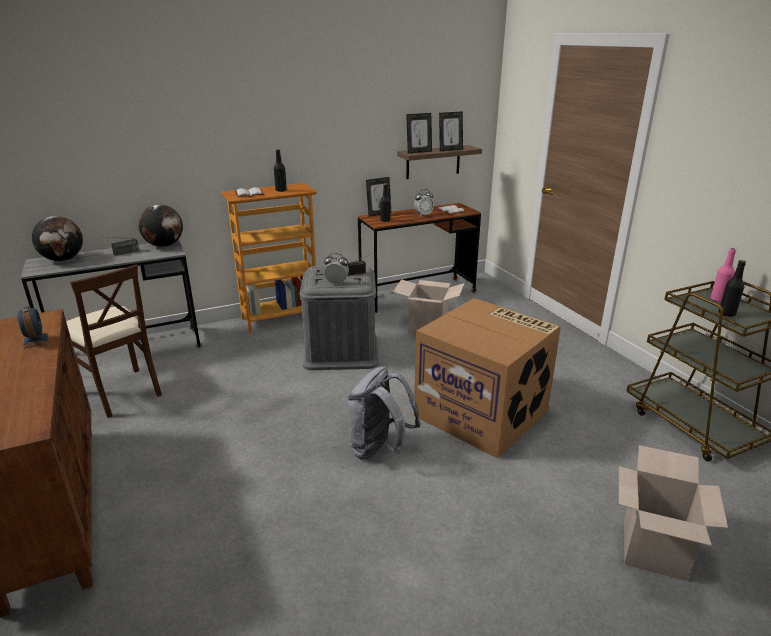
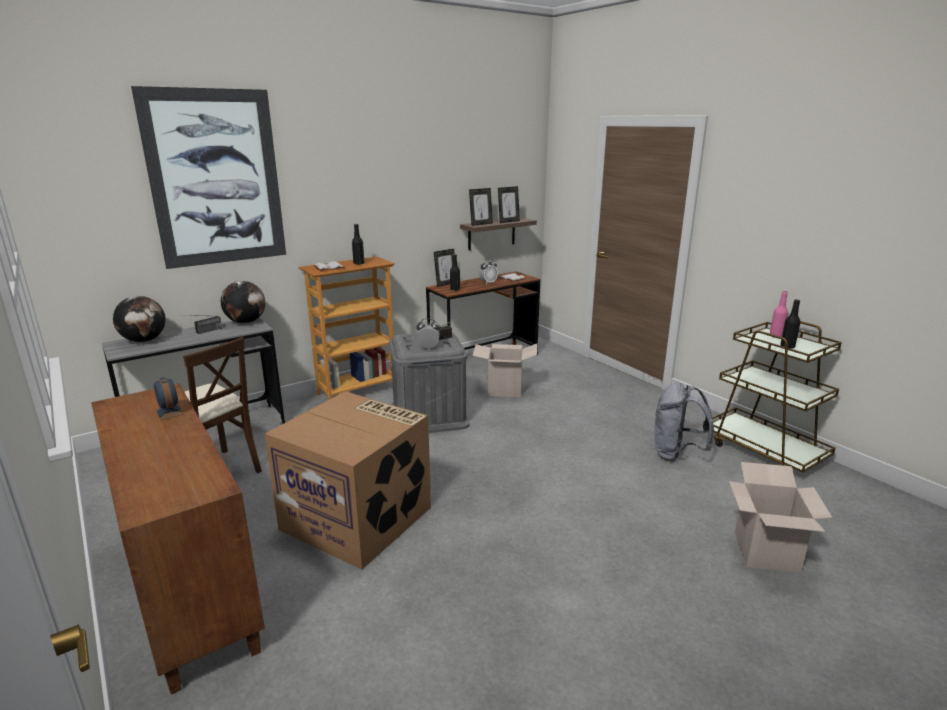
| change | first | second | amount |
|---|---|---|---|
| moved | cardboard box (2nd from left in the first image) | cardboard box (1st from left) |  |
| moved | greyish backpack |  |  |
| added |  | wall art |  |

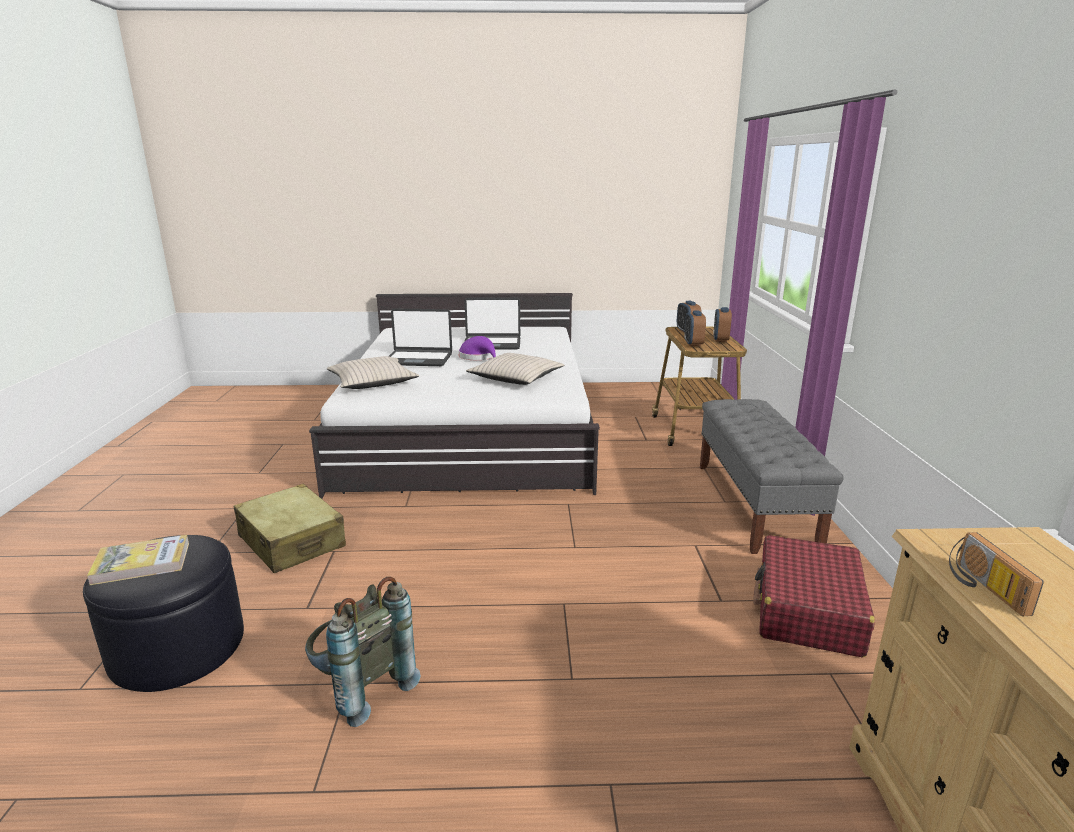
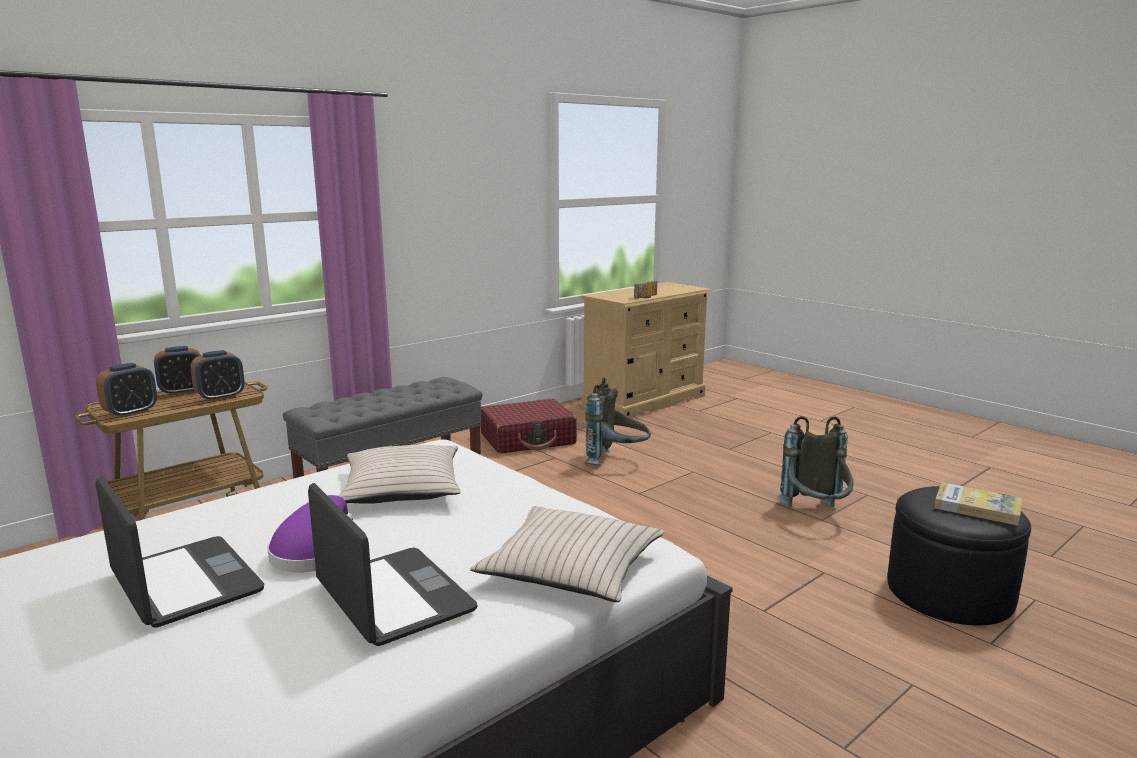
| change | first | second | amount |
|---|---|---|---|
| removed | beige travel case |  |  |
| added |  | greyish backpack (1st from left) |  |

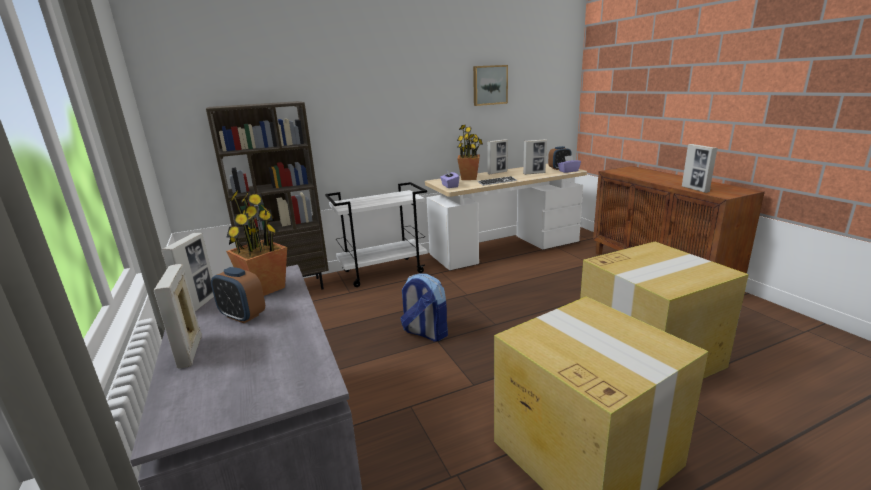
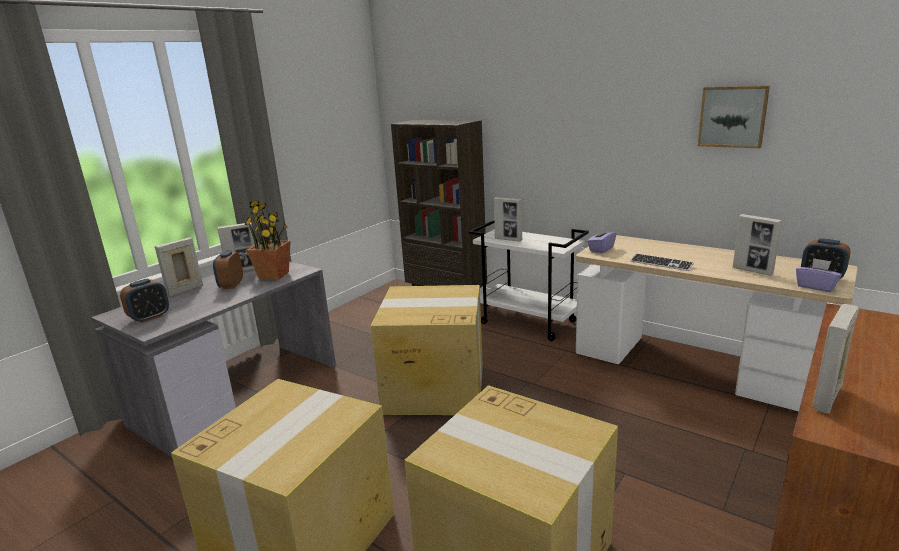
| change | first | second | amount |
|---|---|---|---|
| removed | plant in a pot (2nd from left) |  |  |
| moved | picture frame (3rd from left) |  |  |
| replaced | backpack | cardboard box (2nd from left) |  |
| added |  | table clock (1st from left) |  |

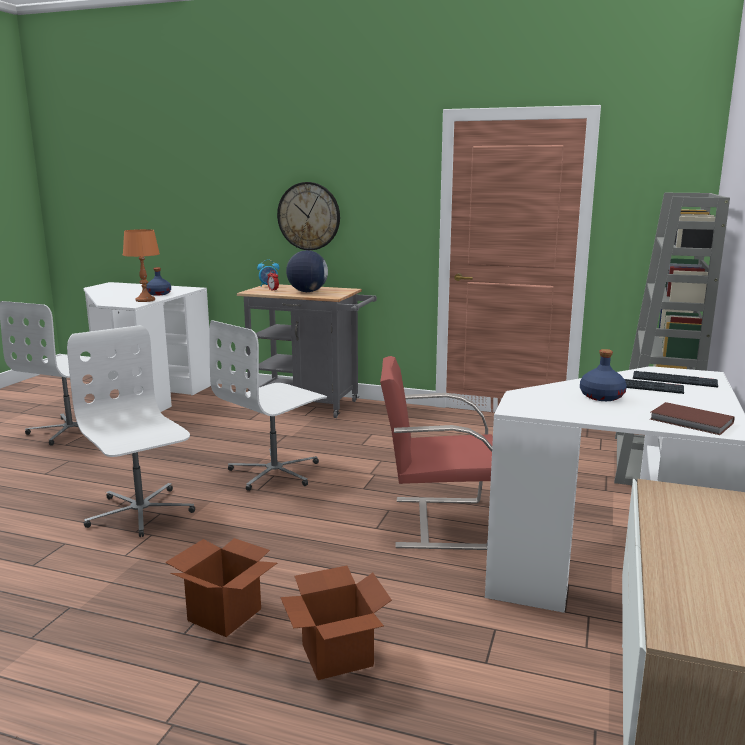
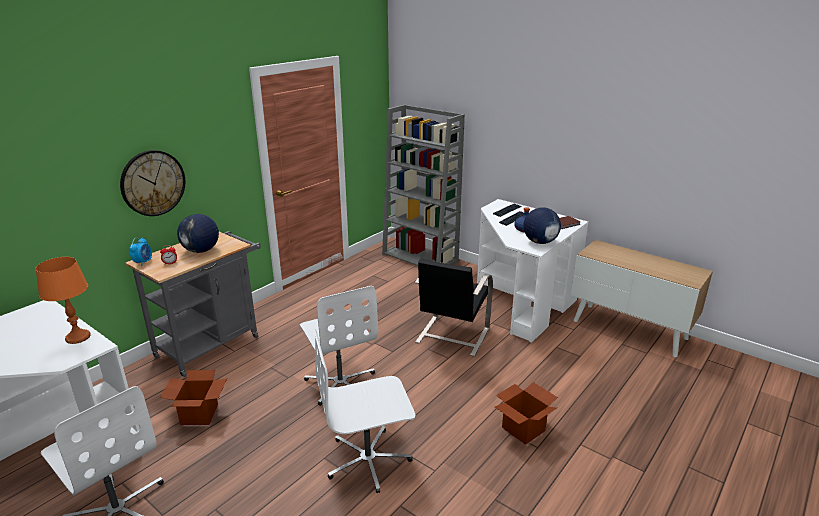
| change | first | second | amount |
|---|---|---|---|
| removed | blue beverage bottle (1st from left) |  |  |
| recoloured | reddish plain chair | black-coloured plain chair |  |
| moved | cardboard box (2nd from left in the first image) | cardboard box (1st from left) |  |
| added |  | world globe (2nd from left) |  |

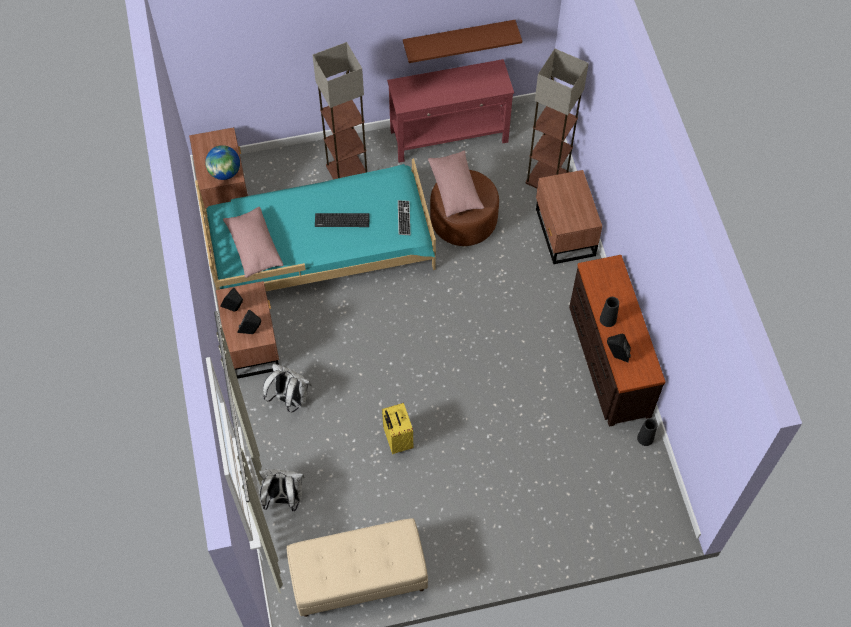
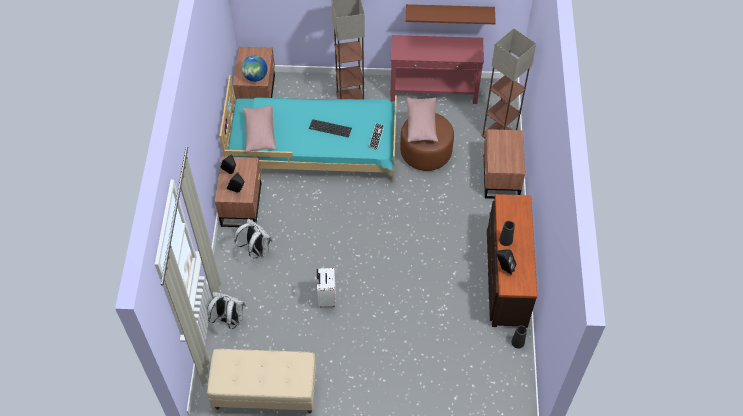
| change | first | second | amount |
|---|---|---|---|
| recoloured | yellow travel case | whitish travel case |  |

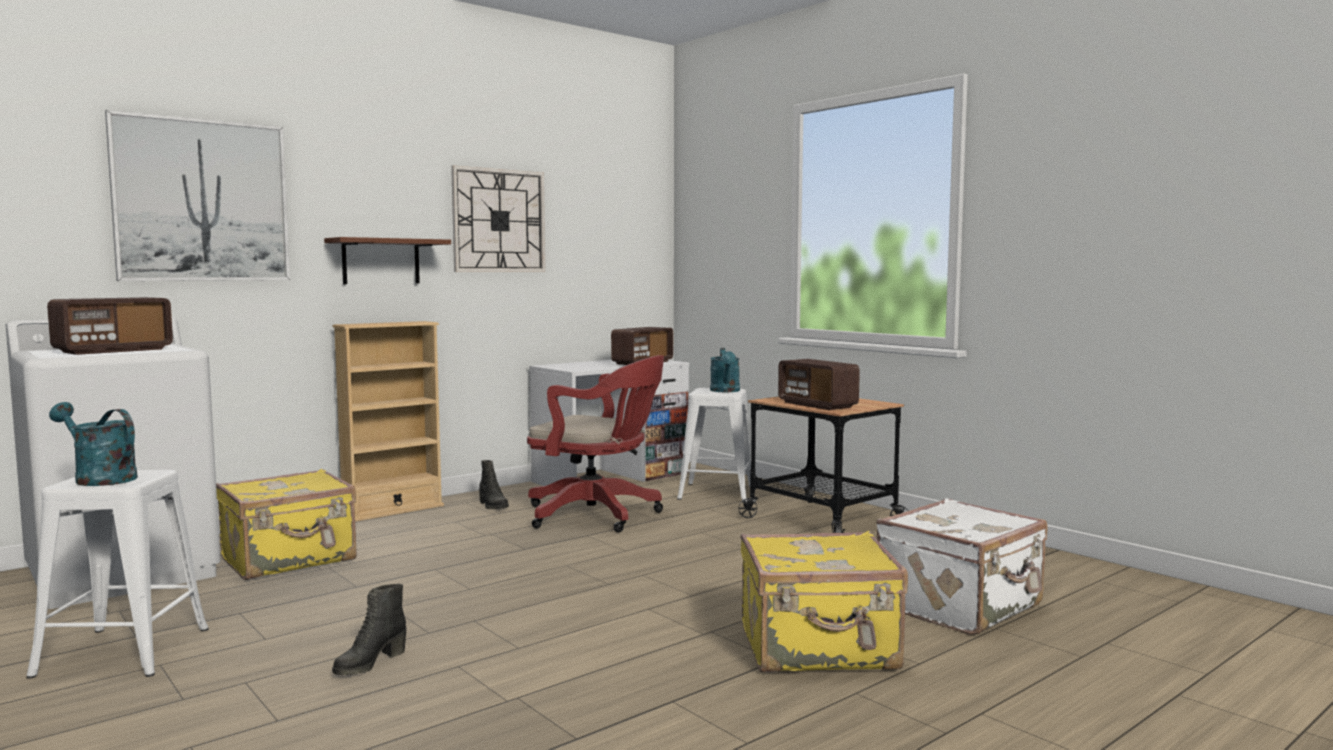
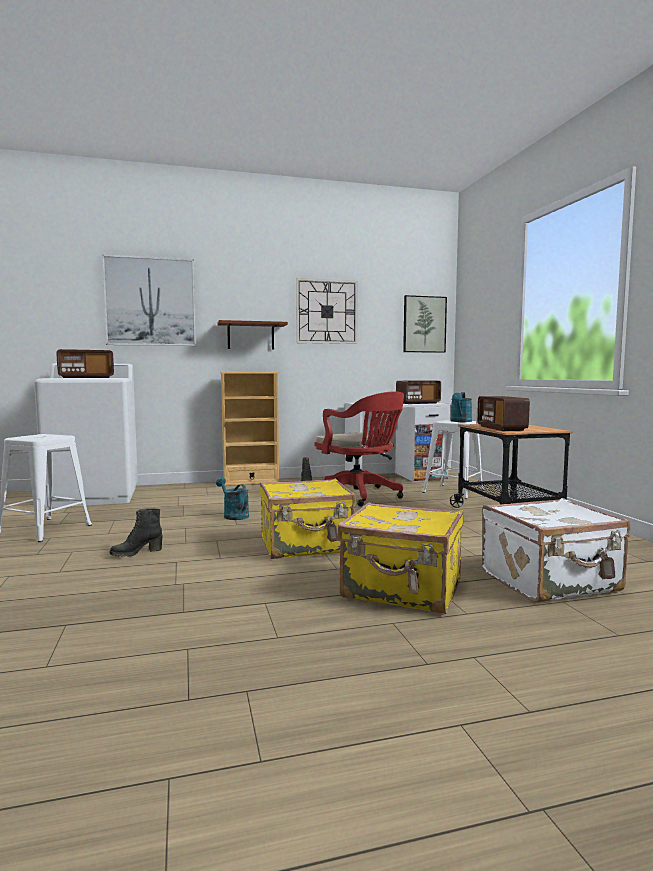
| change | first | second | amount |
|---|---|---|---|
| moved | turquoise-coloured watering pot (1st from left) |  |  |
| moved | yellow travel case (1st from left) |  |  |
| added |  | wall art (2nd from left) |  |

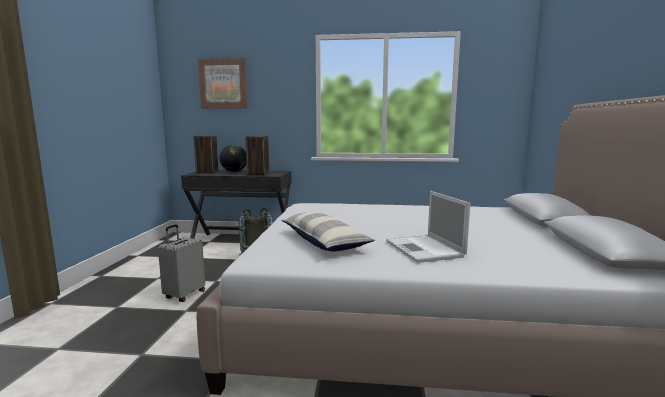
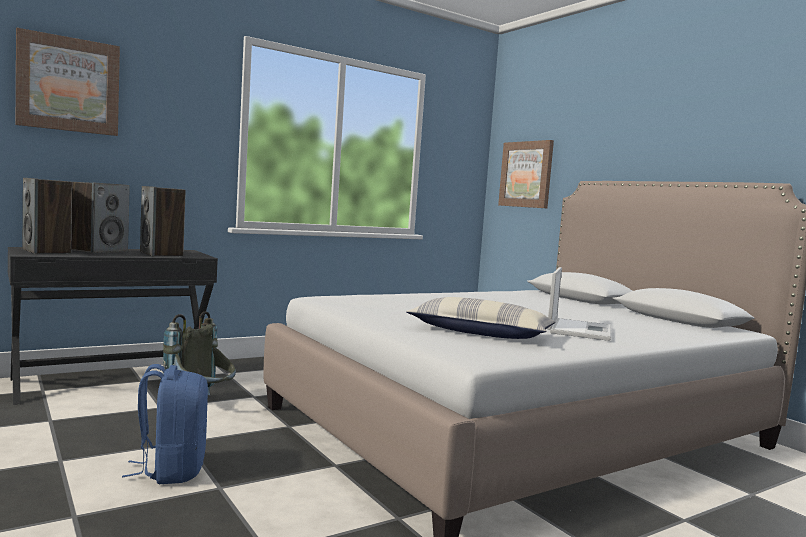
| change | first | second | amount |
|---|---|---|---|
| replaced | world globe | loudspeaker (2nd from left) |  |
| turned | notebook computer |  | 105 degrees counterclockwise |
| replaced | greyish travel case | blue backpack |  |
| added |  | wall art (2nd from left) |  |

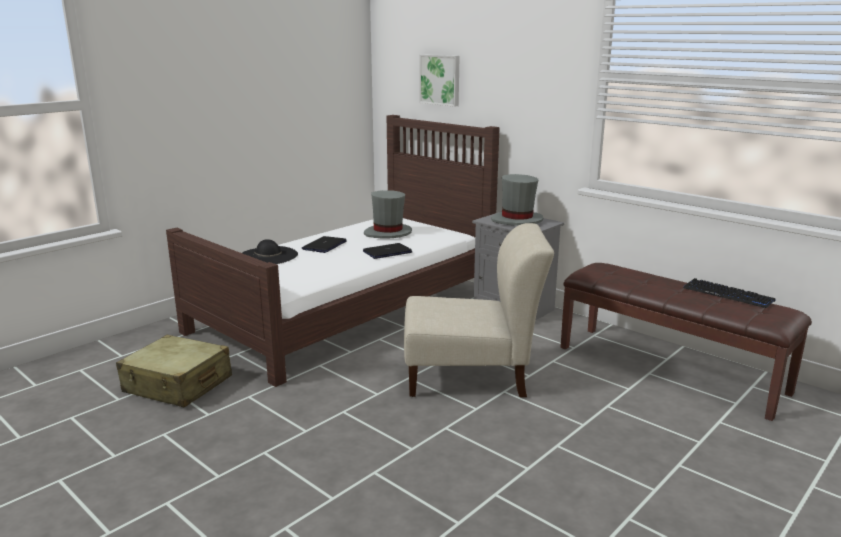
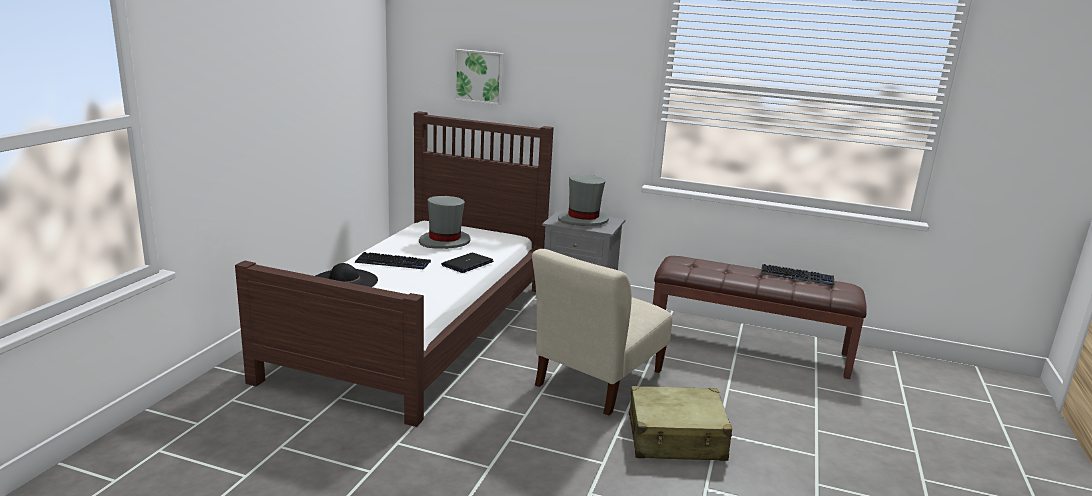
| change | first | second | amount |
|---|---|---|---|
| turned | beige plain chair |  | 150 degrees clockwise |
| replaced | notebook computer (1st from left) | computer keyboard (1st from left) |  |
| moved | beige travel case |  |  |

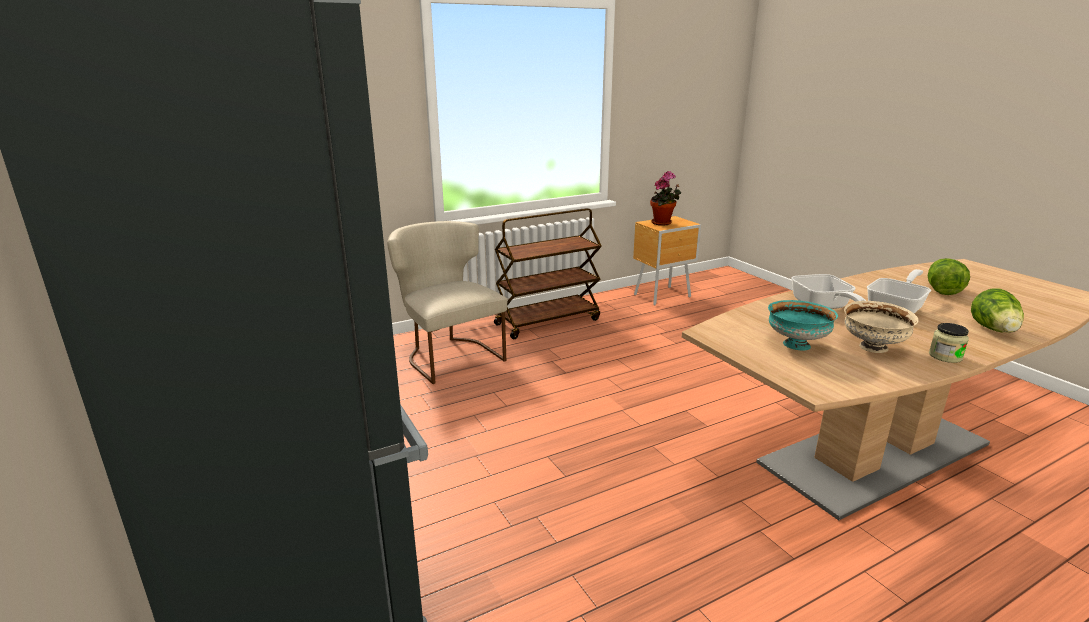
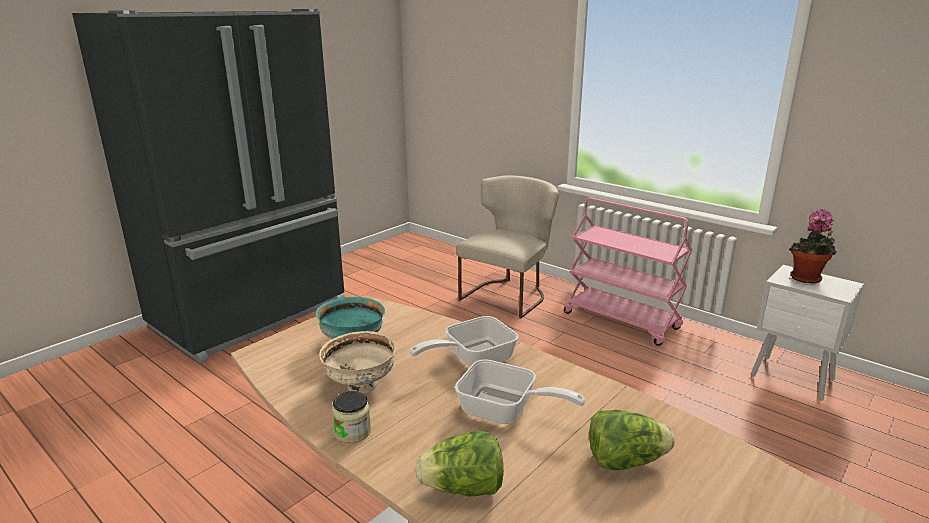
| change | first | second | amount |
|---|---|---|---|
| recoloured | brown-coloured wheeled cart | pink-coloured wheeled cart |  |
| recoloured | brown-coloured night table | whitish night table |  |

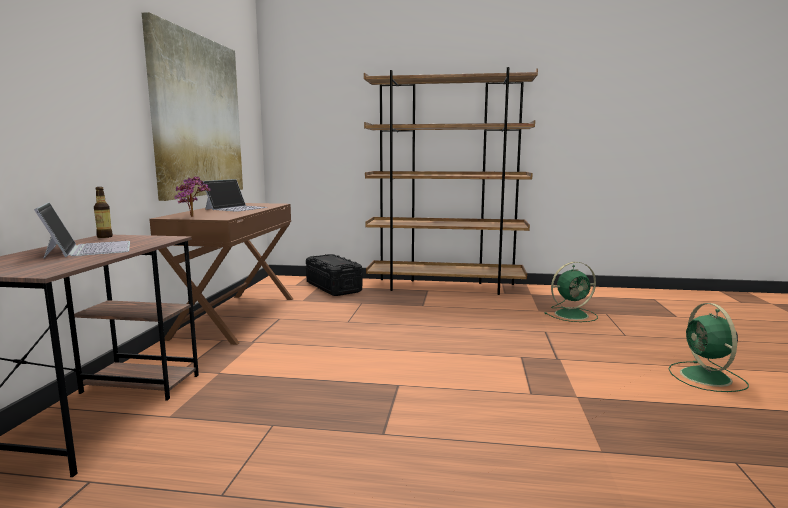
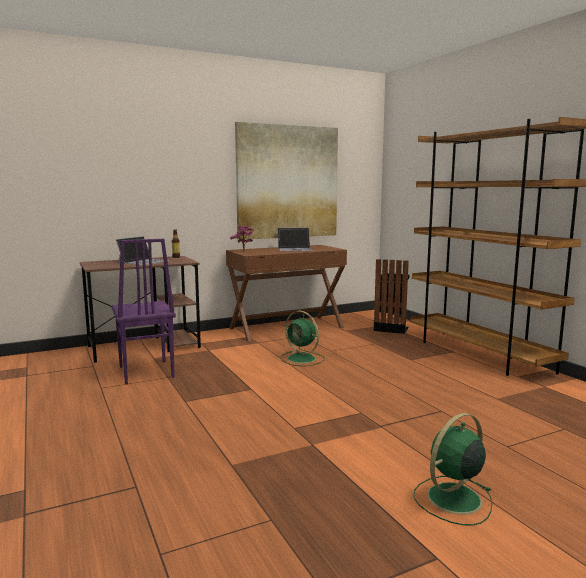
| change | first | second | amount |
|---|---|---|---|
| replaced | black-coloured storage bin | black-coloured trash can |  |
| moved | green-coloured fan (1st from left) |  |  |
| added |  | purplish plain chair |  |

